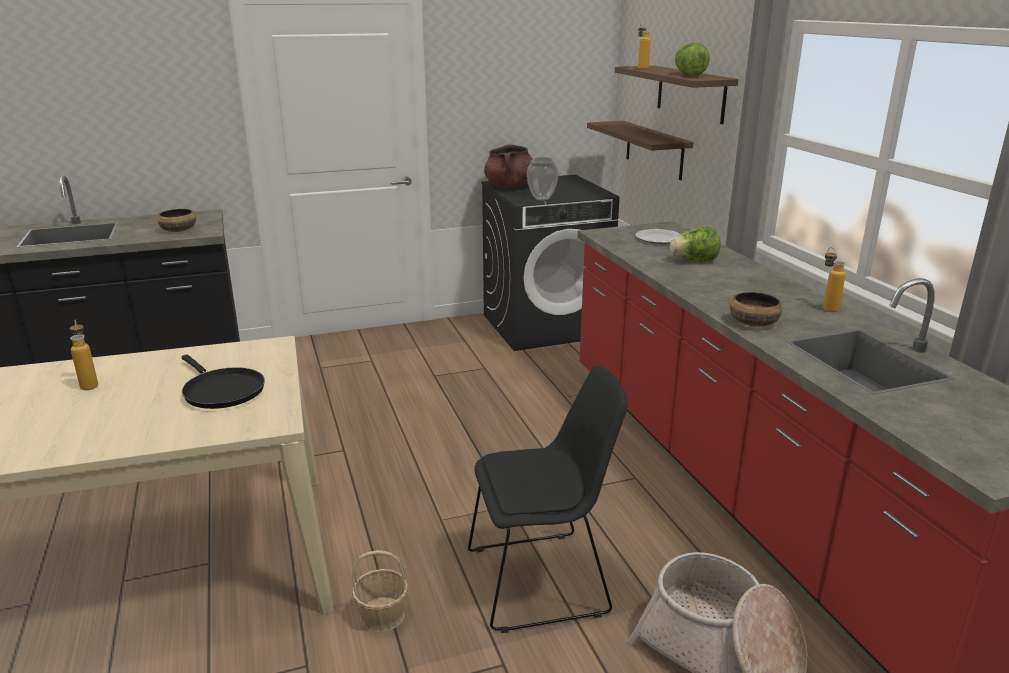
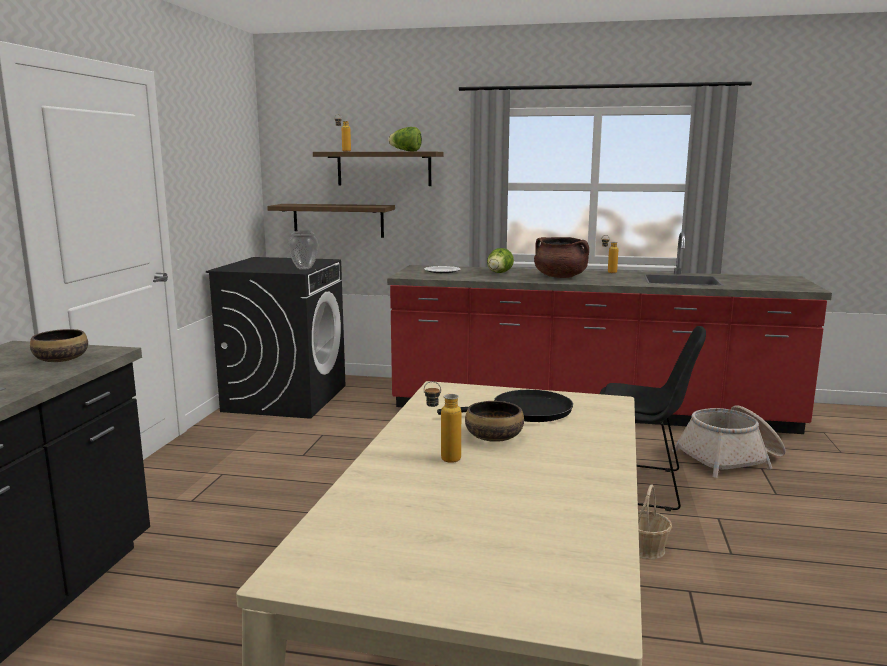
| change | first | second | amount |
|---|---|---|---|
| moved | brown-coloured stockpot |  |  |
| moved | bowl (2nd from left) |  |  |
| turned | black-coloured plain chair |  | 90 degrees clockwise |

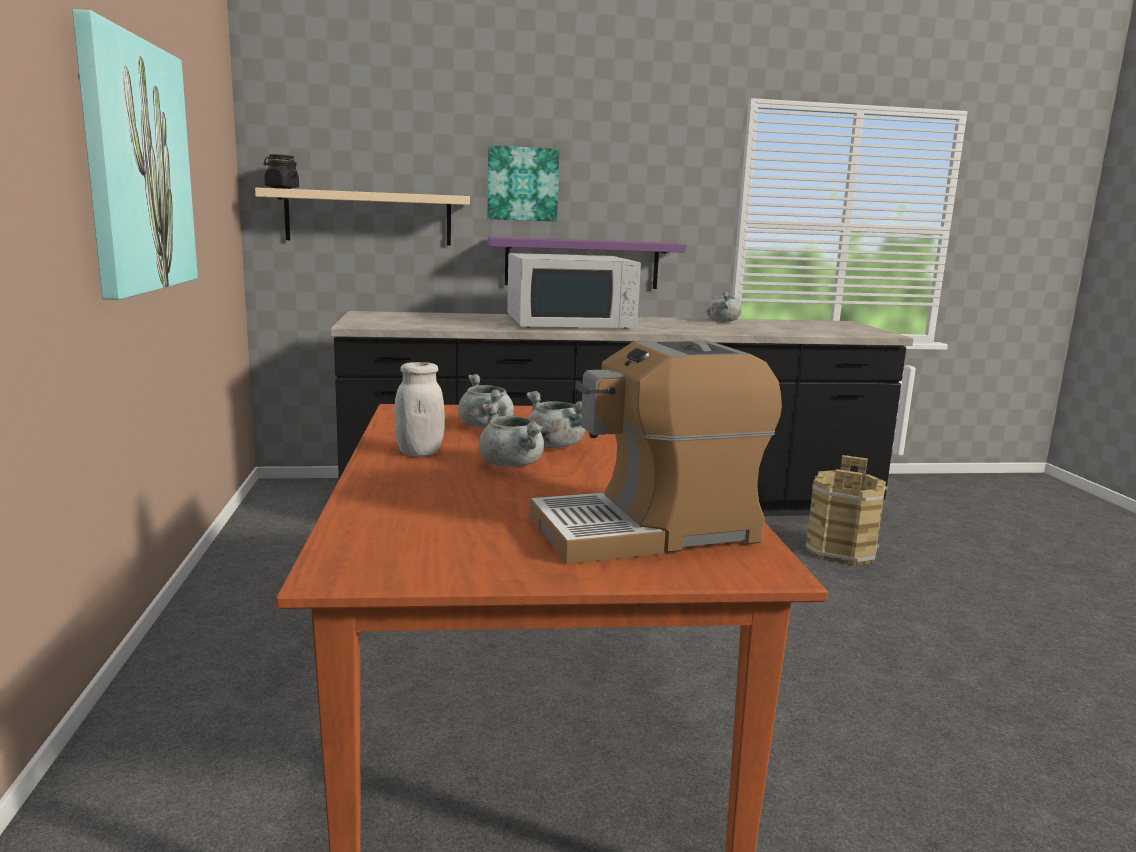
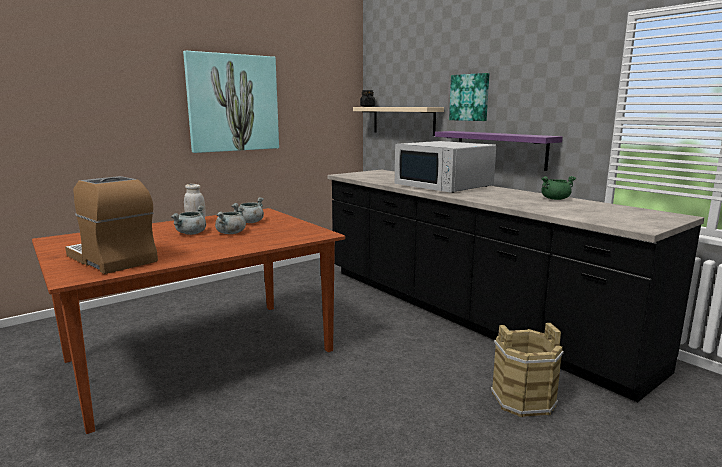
| change | first | second | amount |
|---|---|---|---|
| recoloured | greyish stockpot (4th from left) | green-coloured stockpot |  |

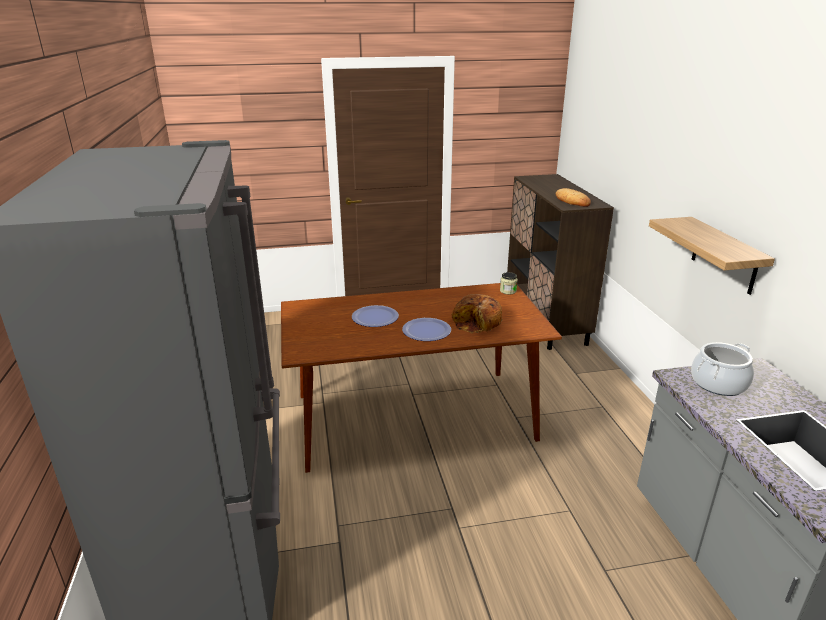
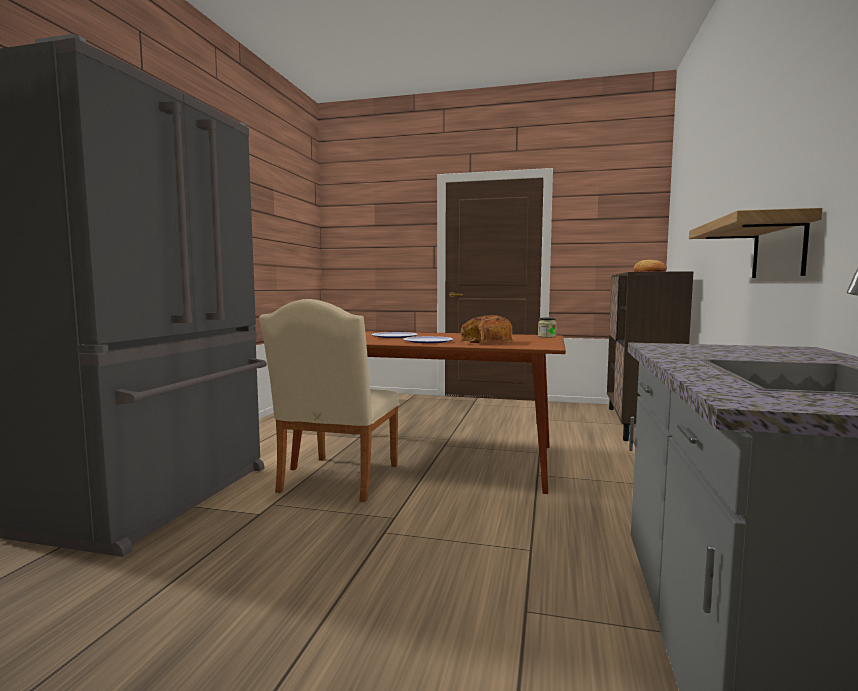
| change | first | second | amount |
|---|---|---|---|
| removed | stockpot |  |  |
| added |  | beige plain chair |  |

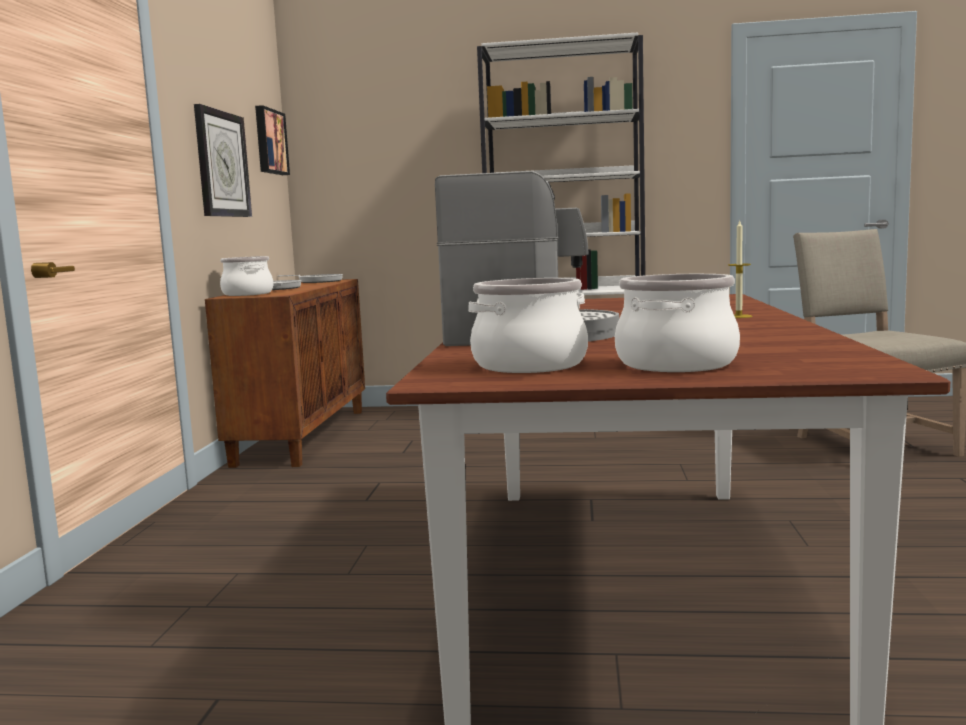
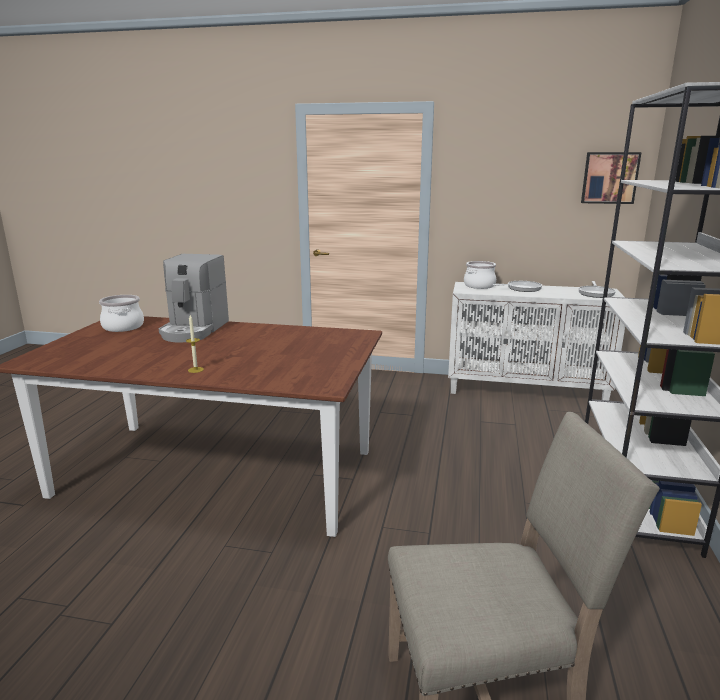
| change | first | second | amount |
|---|---|---|---|
| removed | clock on the wall |  |  |
| removed | stockpot (3rd from left) |  |  |
| recoloured | brown-coloured cupboard | whitish cupboard |  |

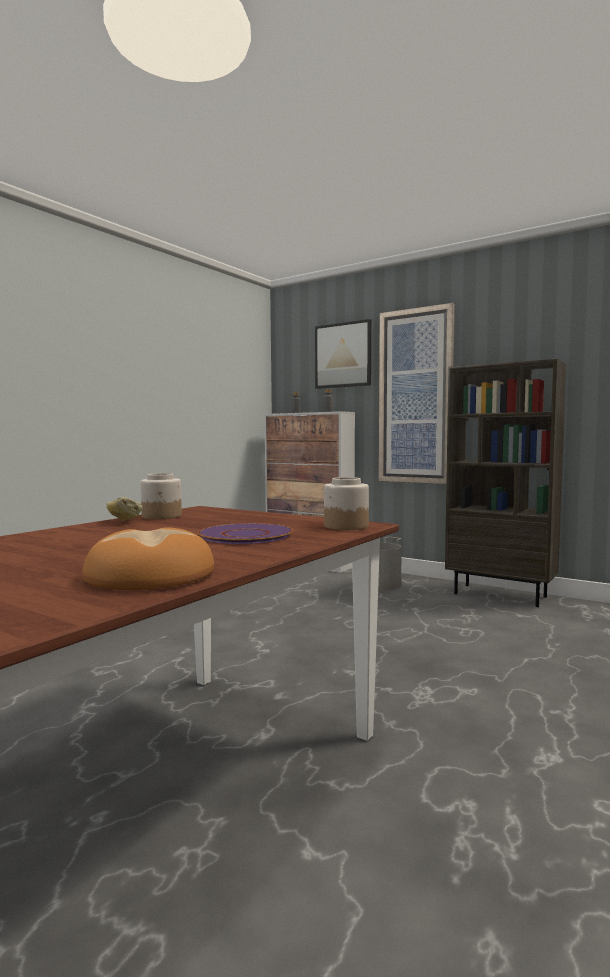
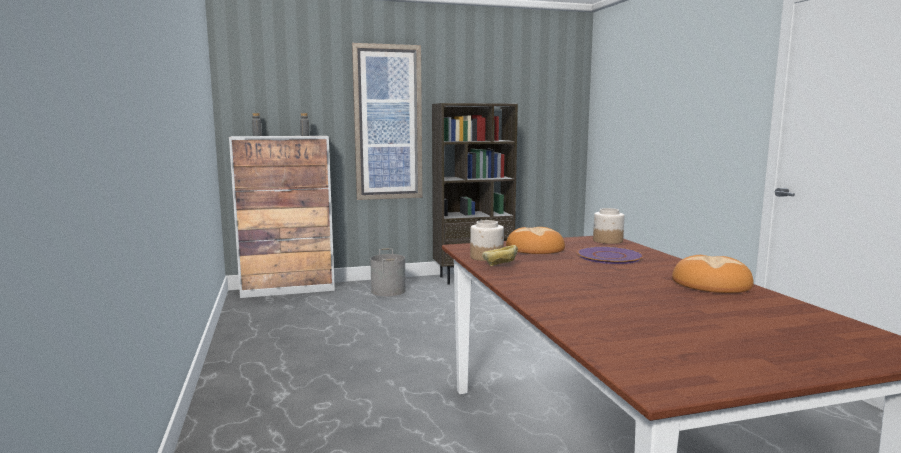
| change | first | second | amount |
|---|---|---|---|
| removed | wall art (1st from left) |  |  |
| added |  | bread (2nd from left) |  |

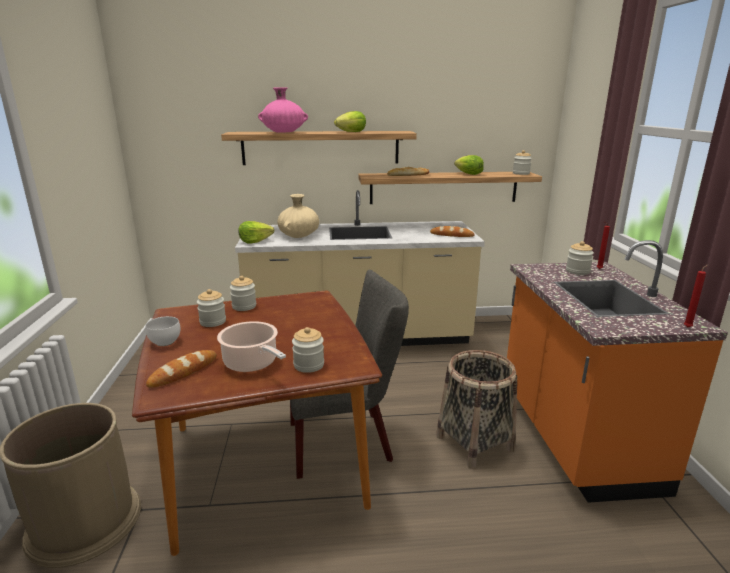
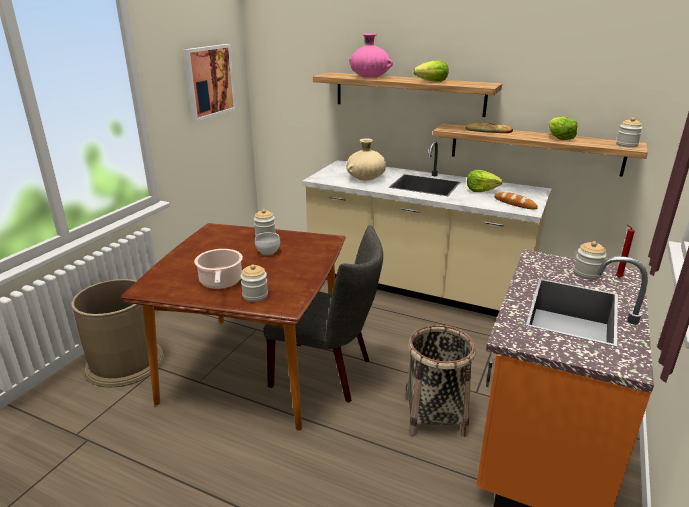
| change | first | second | amount |
|---|---|---|---|
| moved | lettuce (1st from left in the first image) | lettuce (2nd from left) |  |
| removed | reddish candle (2nd from left) |  |  |
| removed | storage jar (1st from left) |  |  |
| moved | whitish bowl |  |  |
| removed | bread (1st from left) |  |  |
| added |  | wall art |  |

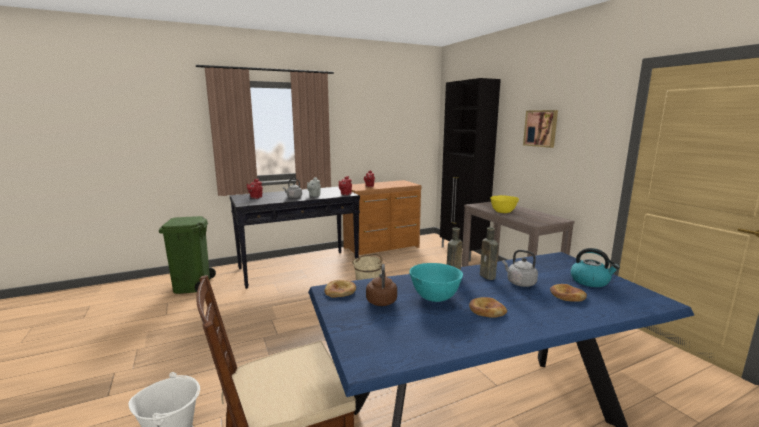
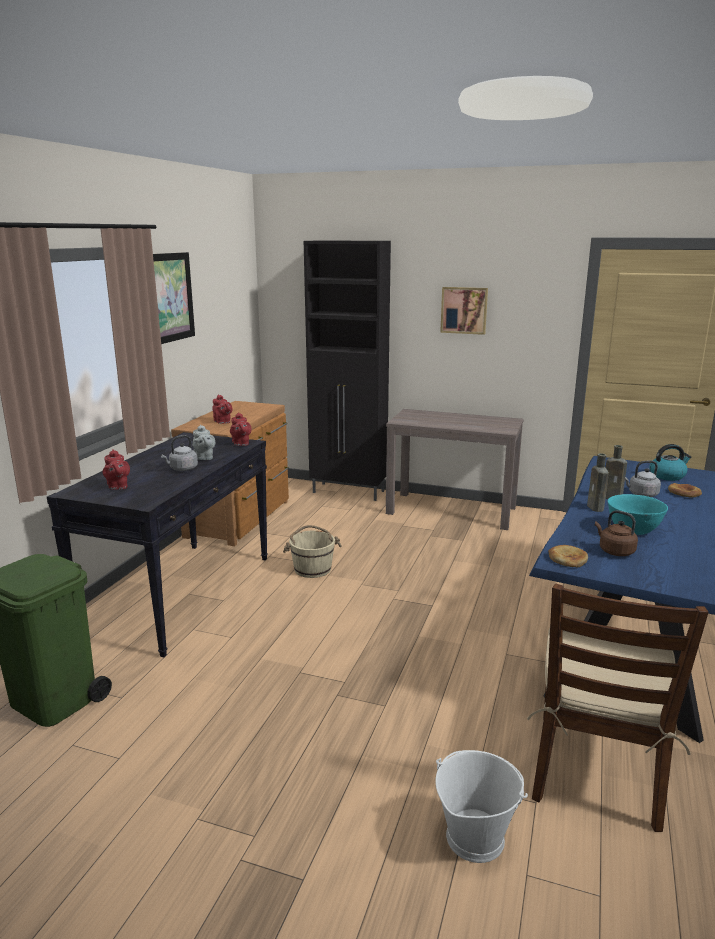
| change | first | second | amount |
|---|---|---|---|
| removed | yellow bowl |  |  |
| removed | bread (2nd from left) |  |  |
| added |  | wall art (1st from left) |  |

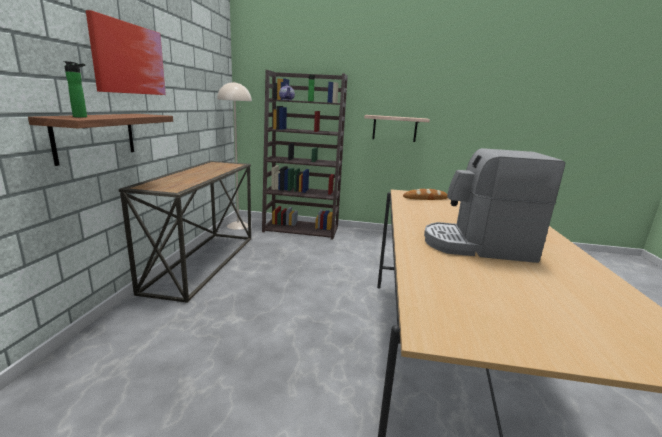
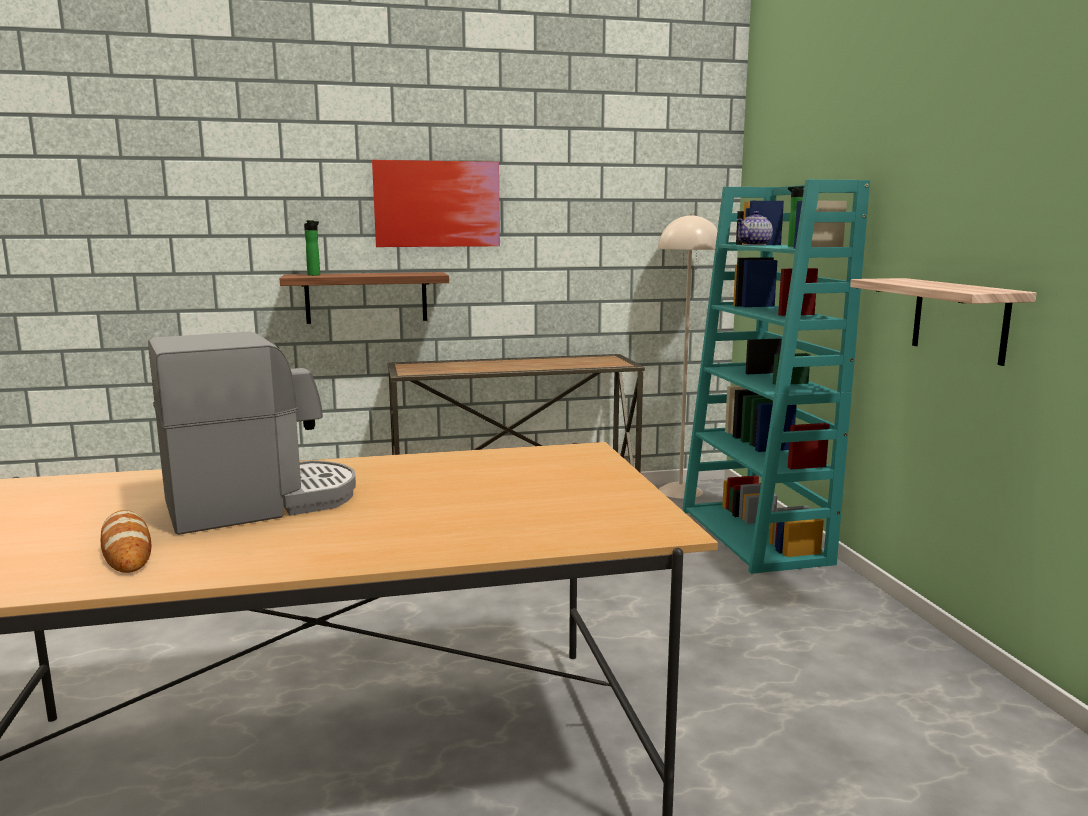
| change | first | second | amount |
|---|---|---|---|
| recoloured | brown-coloured bookcase | turquoise-coloured bookcase |  |
| turned | coffee brewer |  | 75 degrees clockwise |
| moved | bread |  |  |

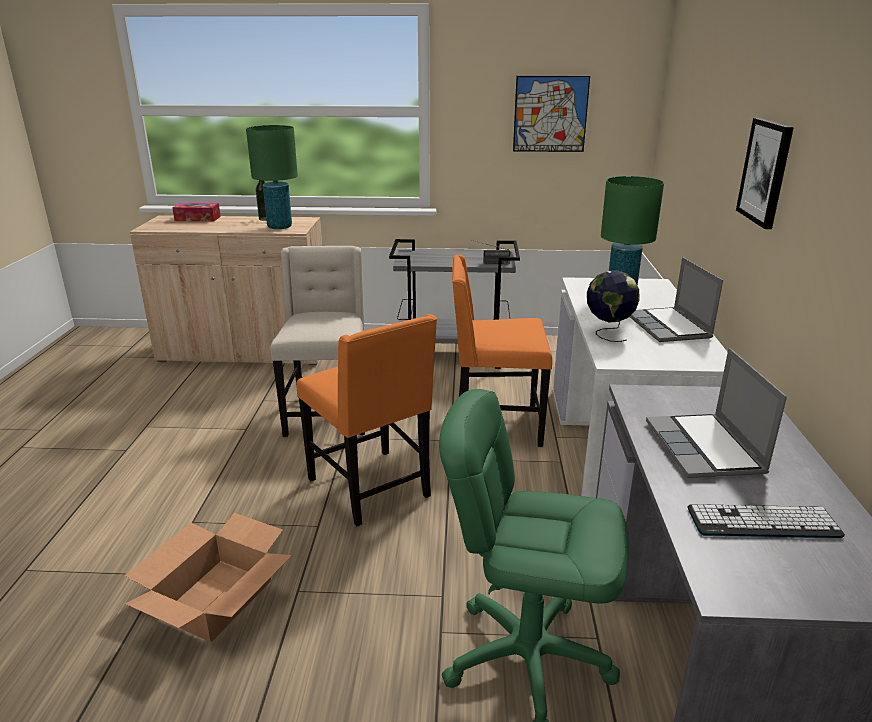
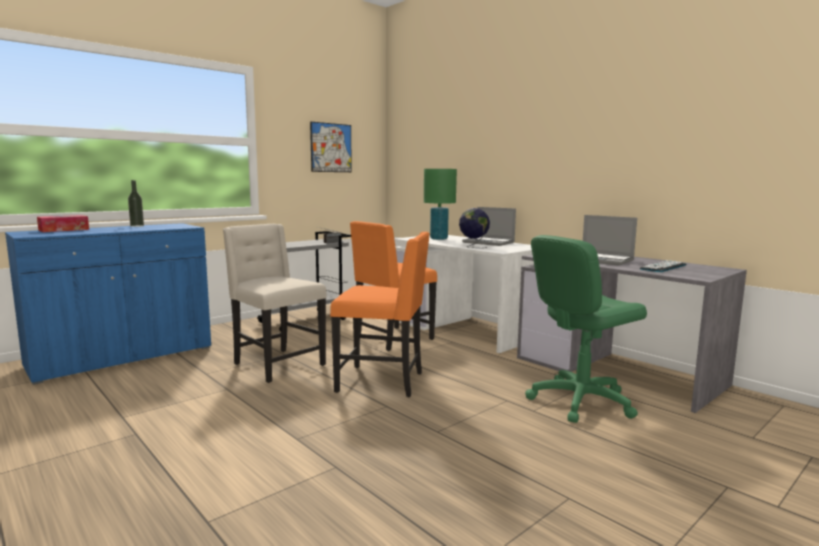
| change | first | second | amount |
|---|---|---|---|
| removed | wall art (2nd from left) |  |  |
| removed | green-coloured lamp for a table (1st from left) |  |  |
| recoloured | beige cupboard | blue cupboard |  |
| removed | cardboard box |  |  |

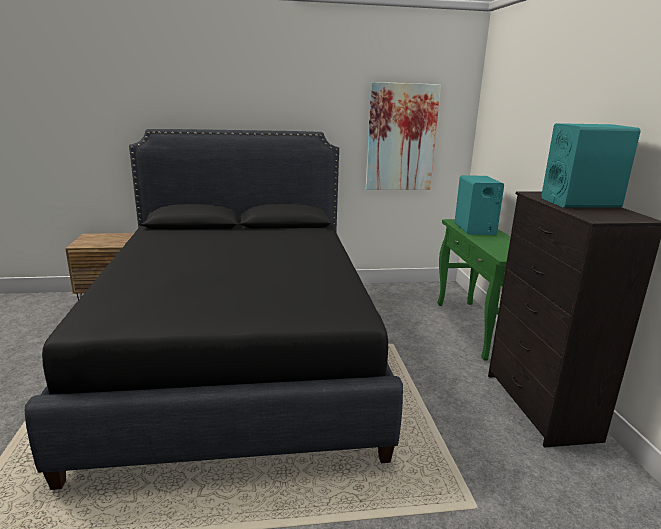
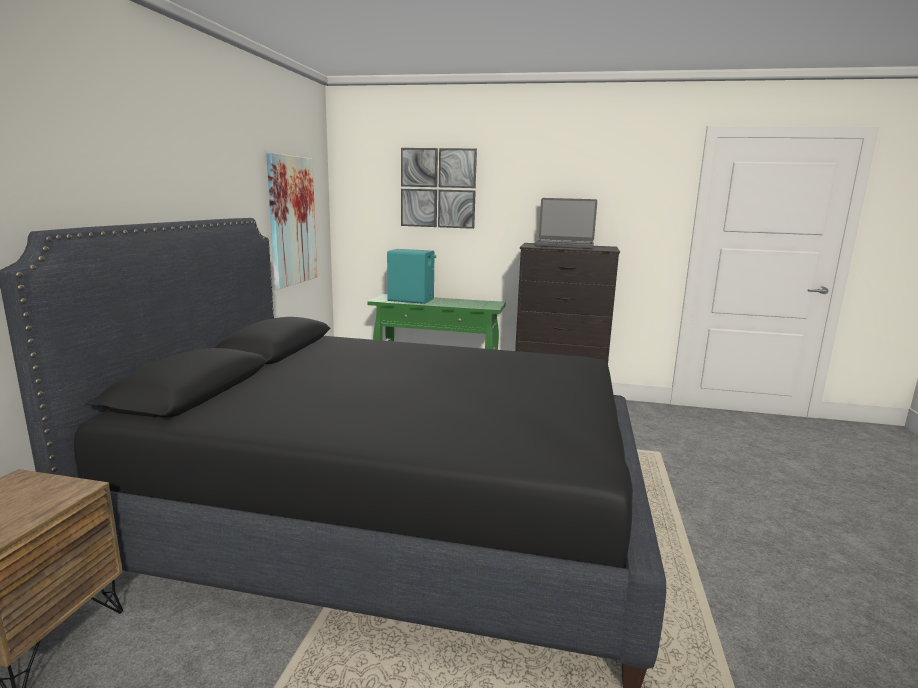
| change | first | second | amount |
|---|---|---|---|
| replaced | turquoise-coloured loudspeaker (2nd from left) | notebook computer |  |
| added |  | wall art (2nd from left) |  |

